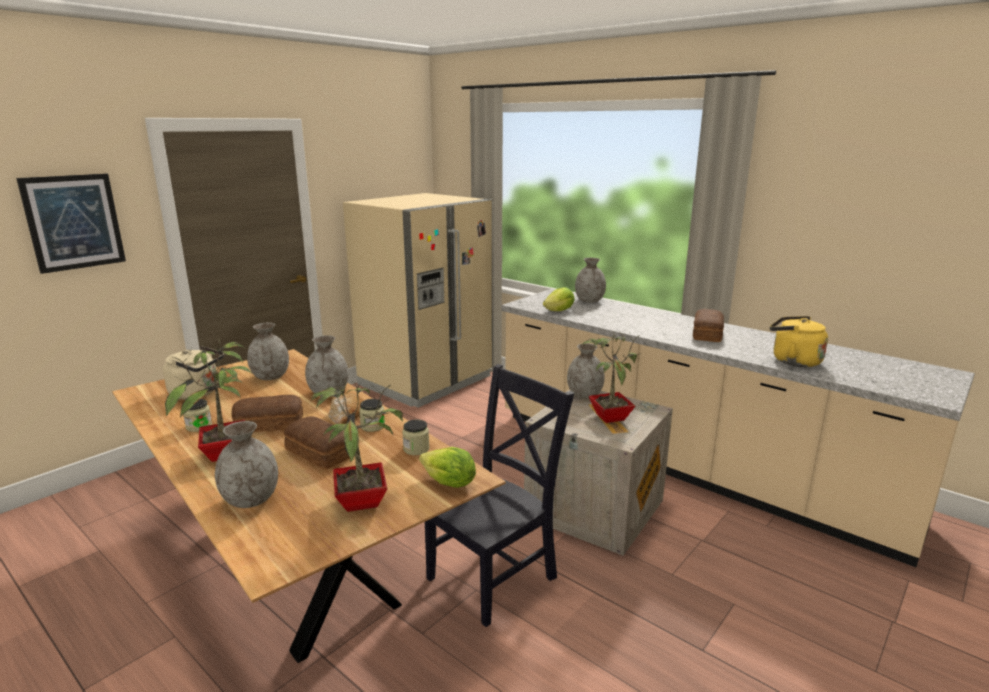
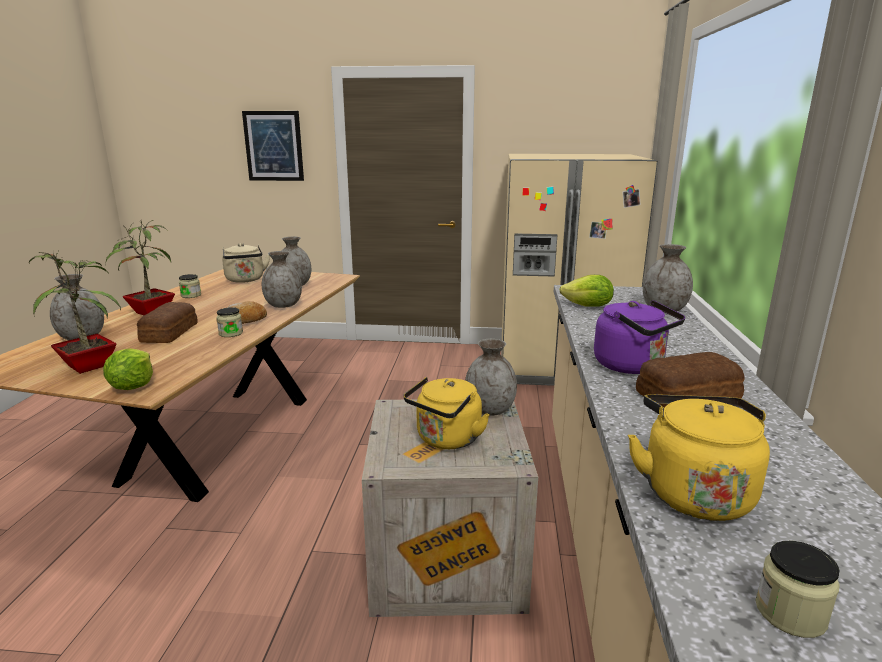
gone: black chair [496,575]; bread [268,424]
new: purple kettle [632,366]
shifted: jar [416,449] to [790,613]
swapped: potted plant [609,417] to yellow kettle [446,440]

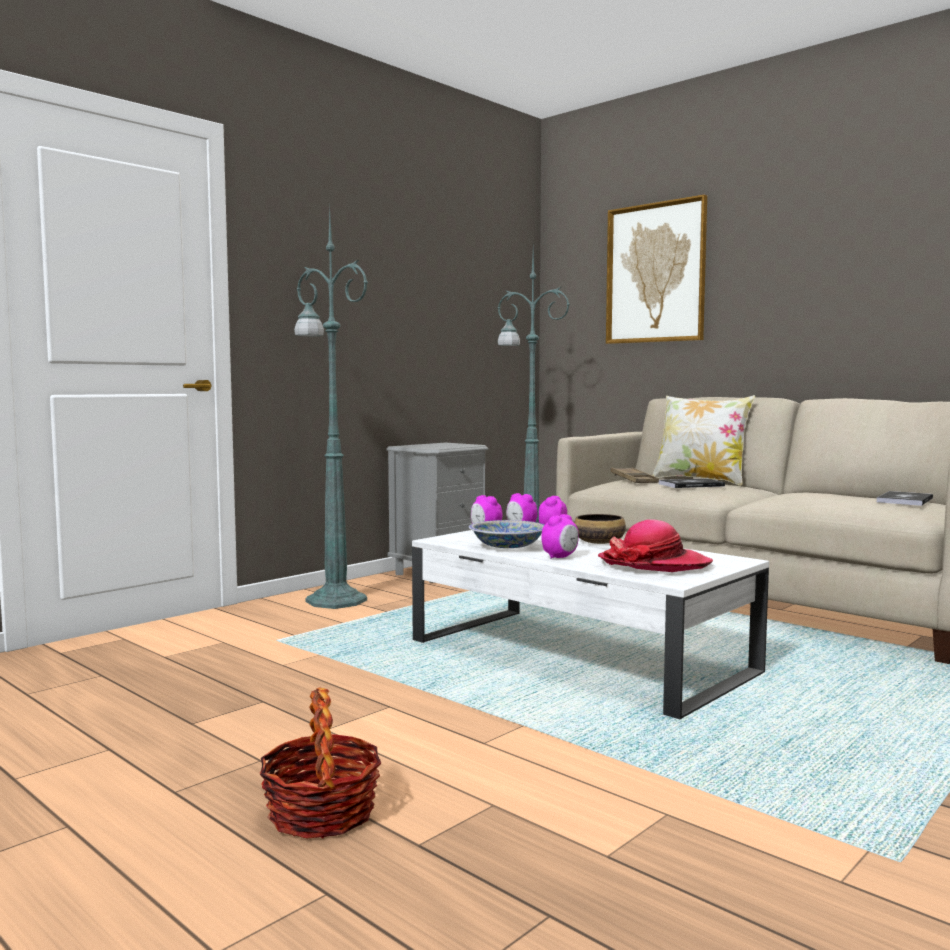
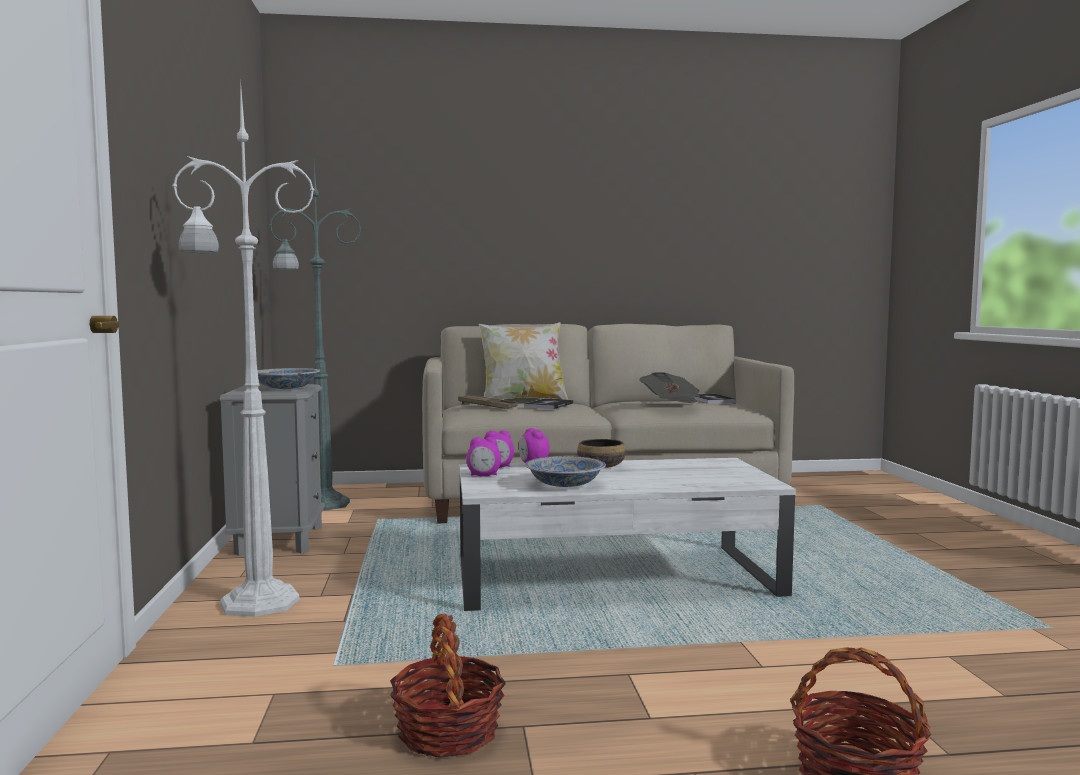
gone: picture [655,273]; alarm clock [560,557]; hat [654,564]
new: bowl [286,388]; newspaper [672,405]; basket [448,732]
repainted: green floor lamp [334,600] to white floor lamp [255,602]

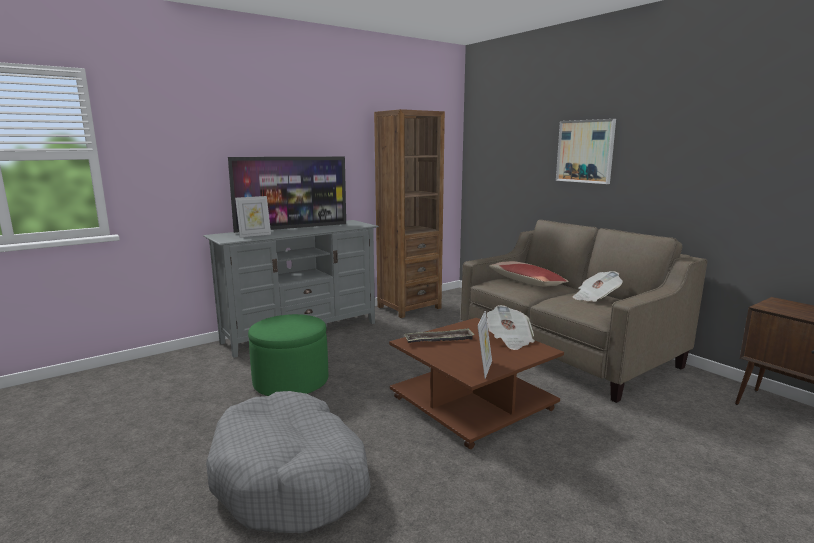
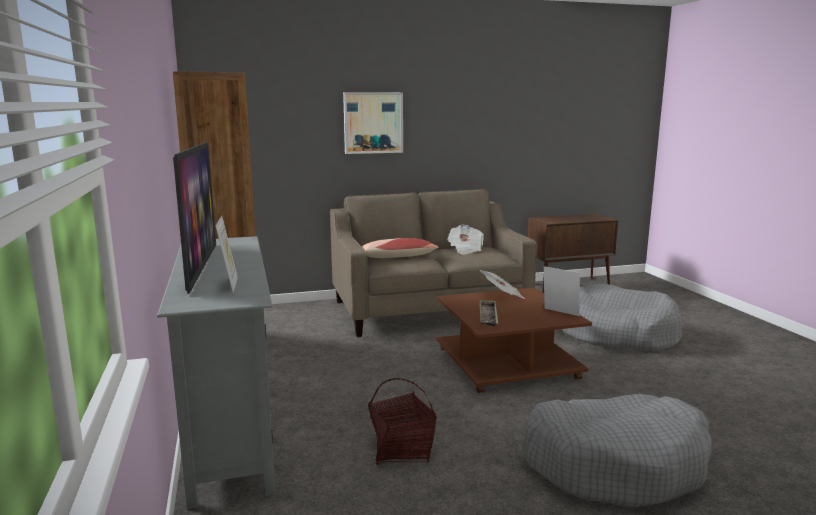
new: grey dog bed [616,333]
swapped: green ottoman [291,382] to basket [401,449]

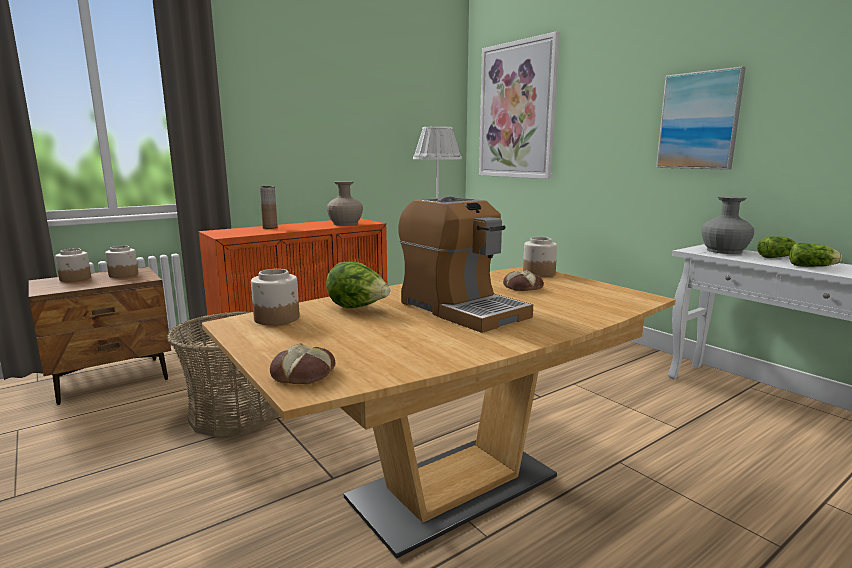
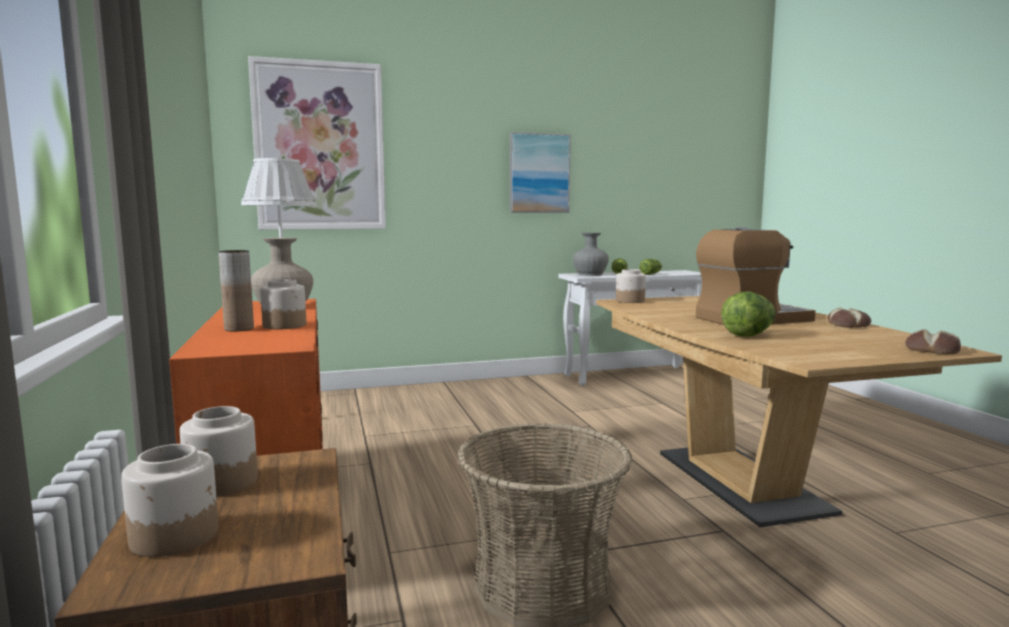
shifted: jar [277,318] to [285,325]; bread [523,287] to [849,325]

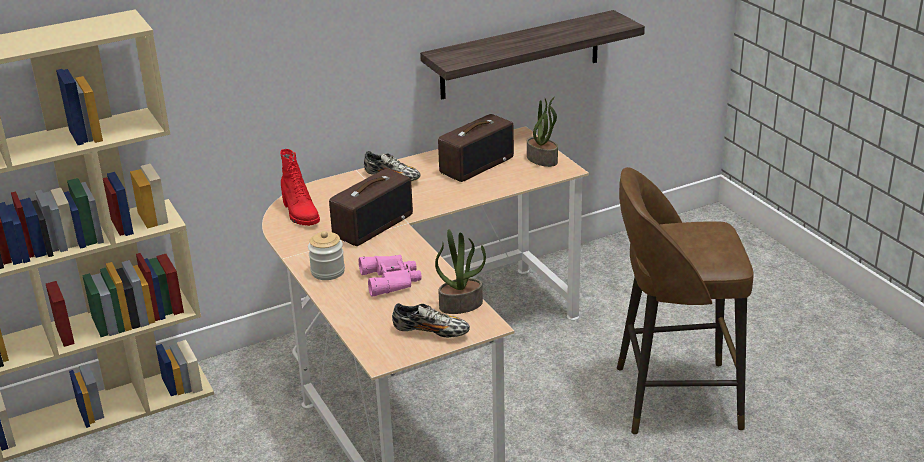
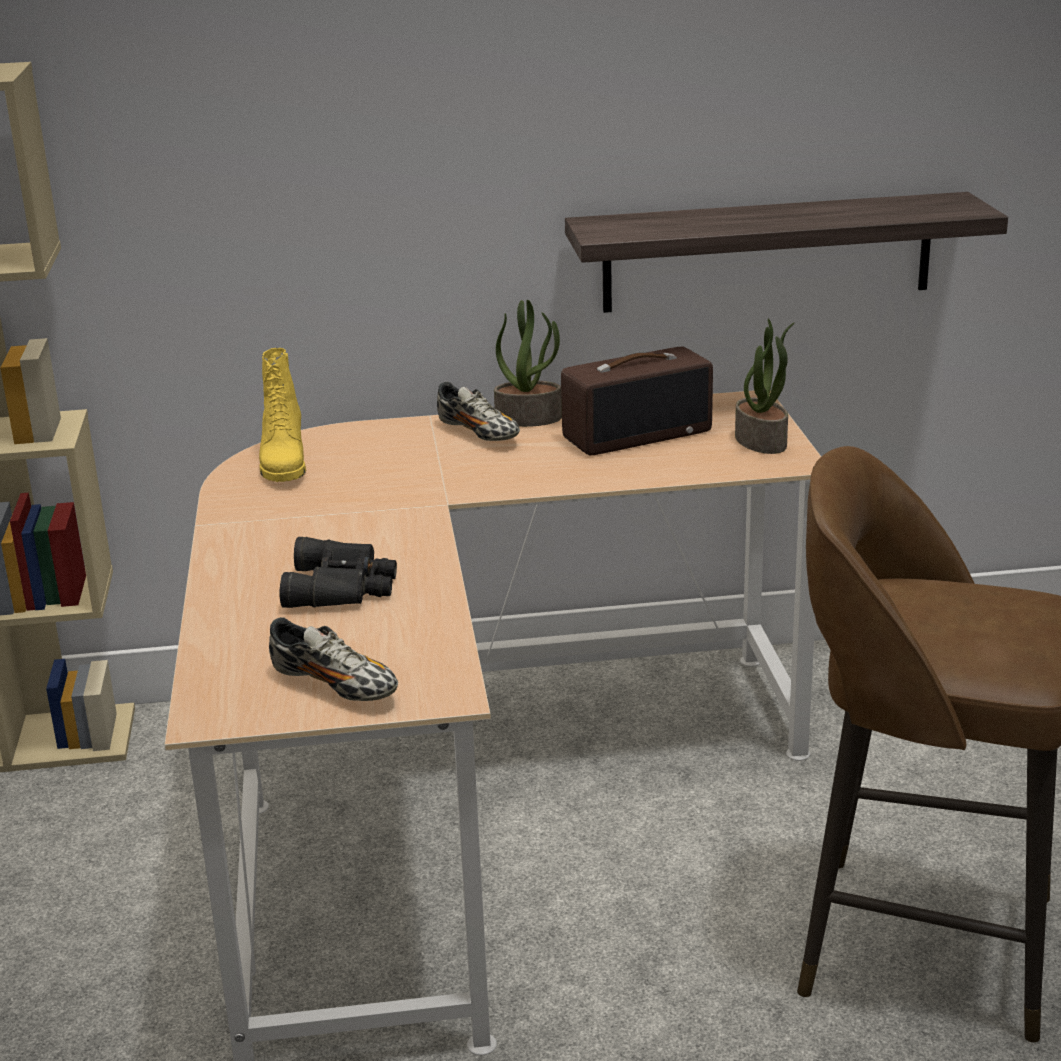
gone: radio [373,225]; jar [328,271]
shifted: potted plant [461,304] to [529,418]
repainted: red boot [299,214] to yellow boot [283,465]; pink binoculars [392,279] to black binoculars [343,587]

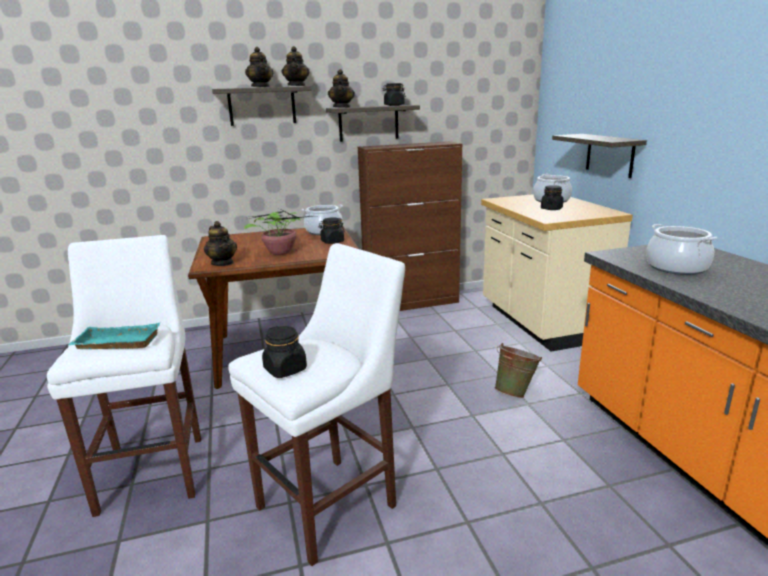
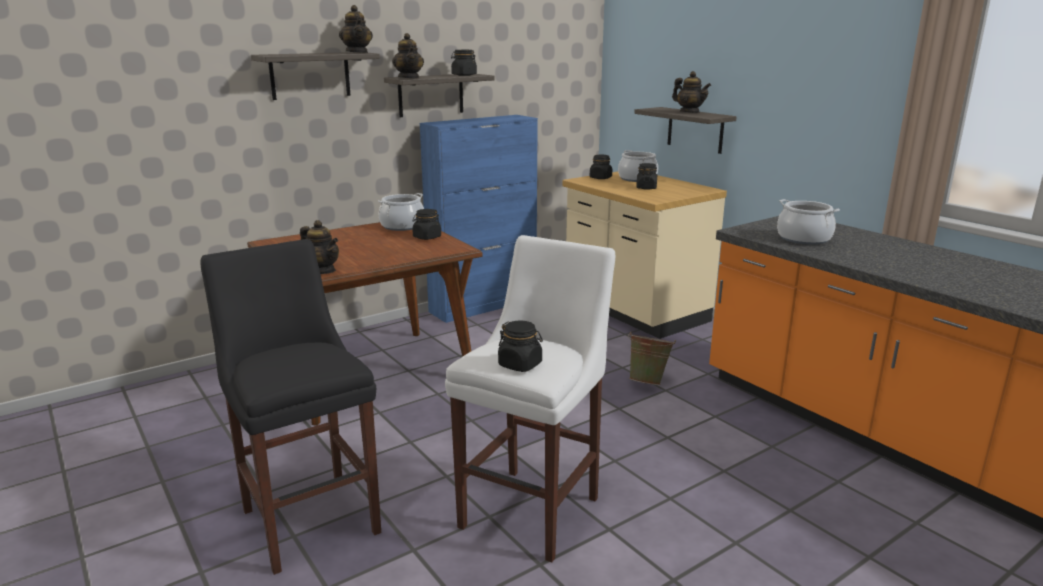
gone: potted plant [280,252]; turquoise tray [115,343]
new: black jar [600,178]
shifted: teapot [261,87] to [689,112]
repainted: brown cabinet [412,303] to blue cabinet [484,305]; white stool [154,469] to black stool [309,517]

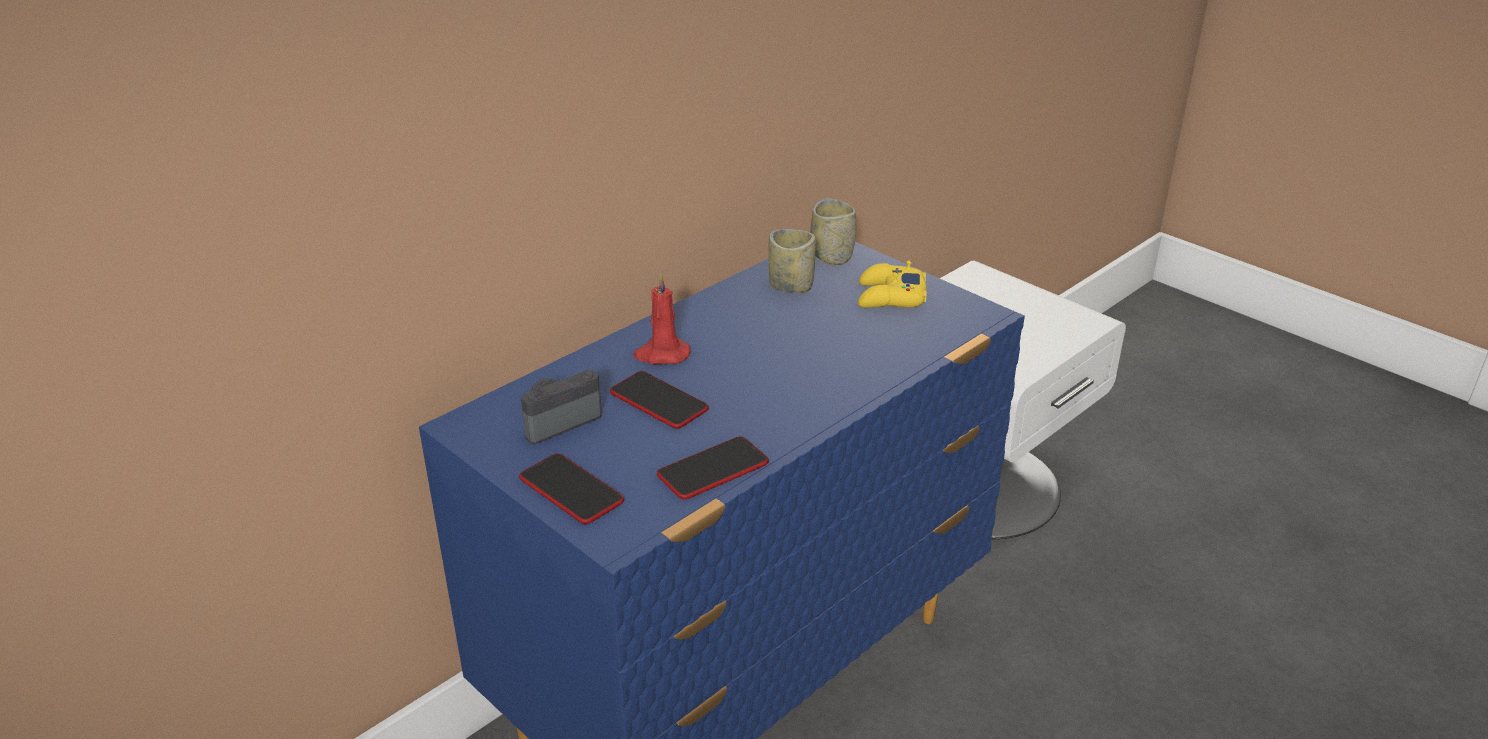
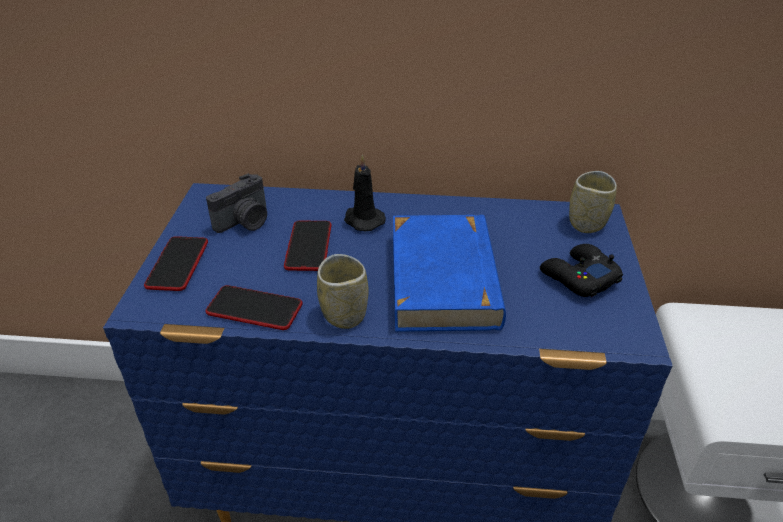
new: blue book [444,278]
shifted: cup [791,286] to [344,314]
repainted: yellow game controller [890,297] to black game controller [578,277]; red candle [661,354] to black candle [363,220]
rotated: photo camera [558,421] = [245,222] 120 degrees clockwise

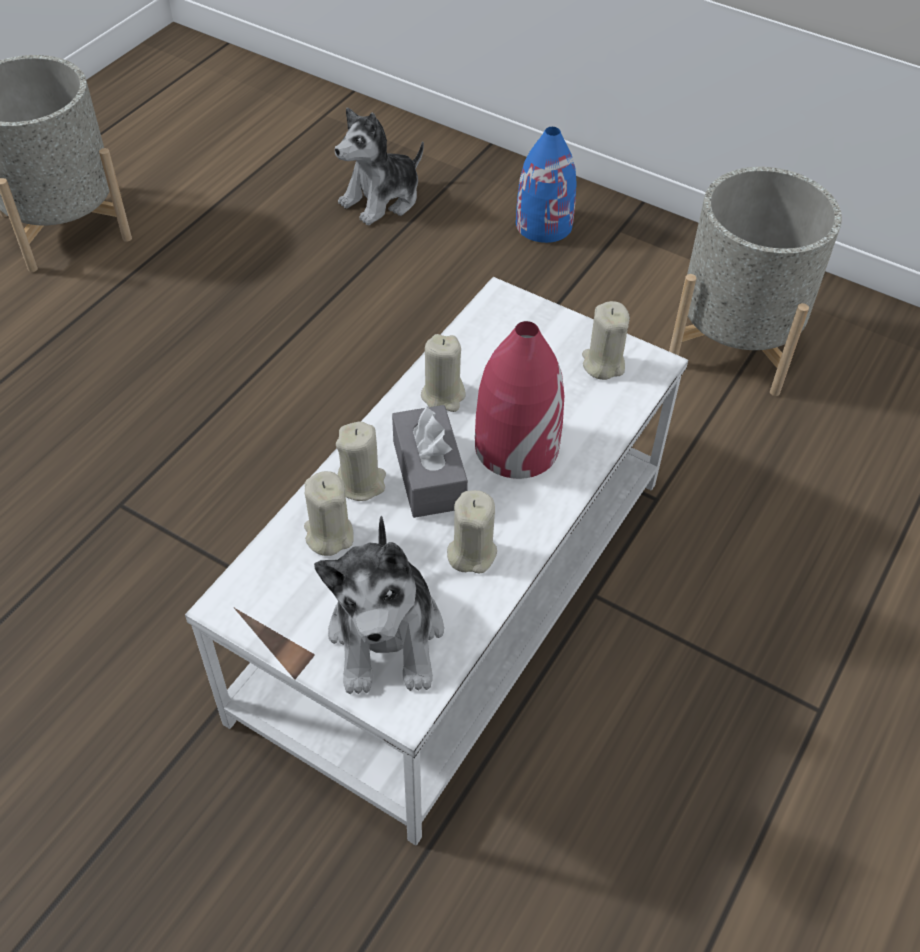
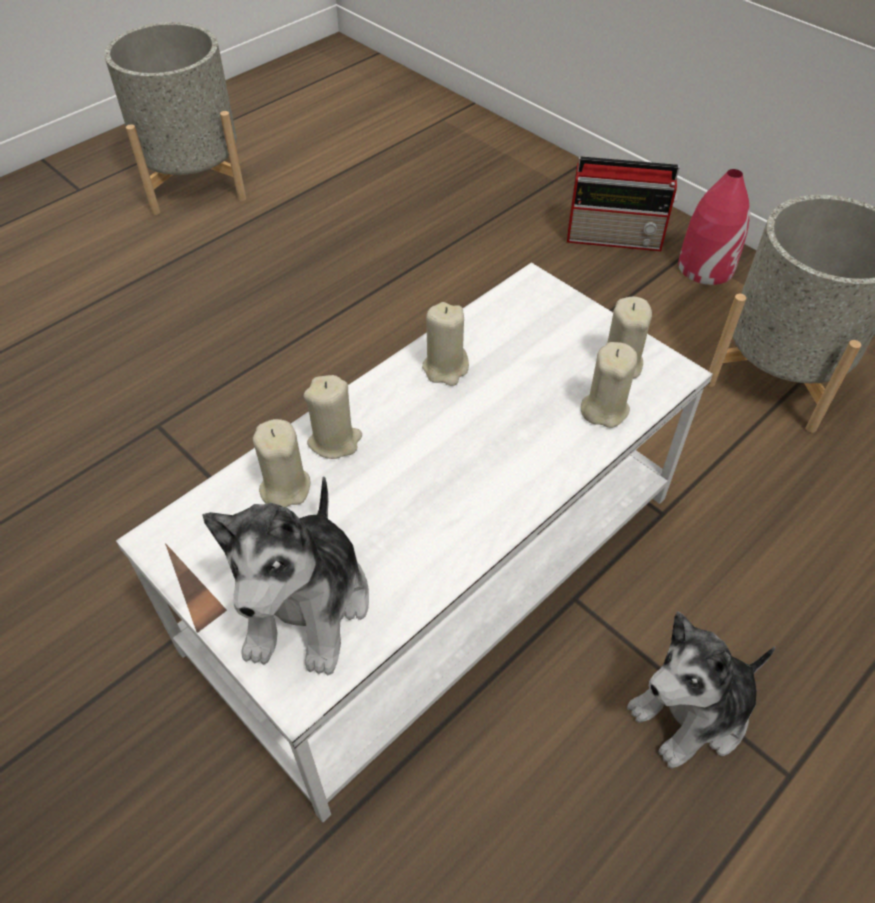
gone: grey tissue box [429,474]
shifted: plush toy [382,199] to [693,712]; red vase [515,447] to [705,267]; beige candle [471,553] to [604,409]
swapped: blue vase [544,224] to radio [616,237]

